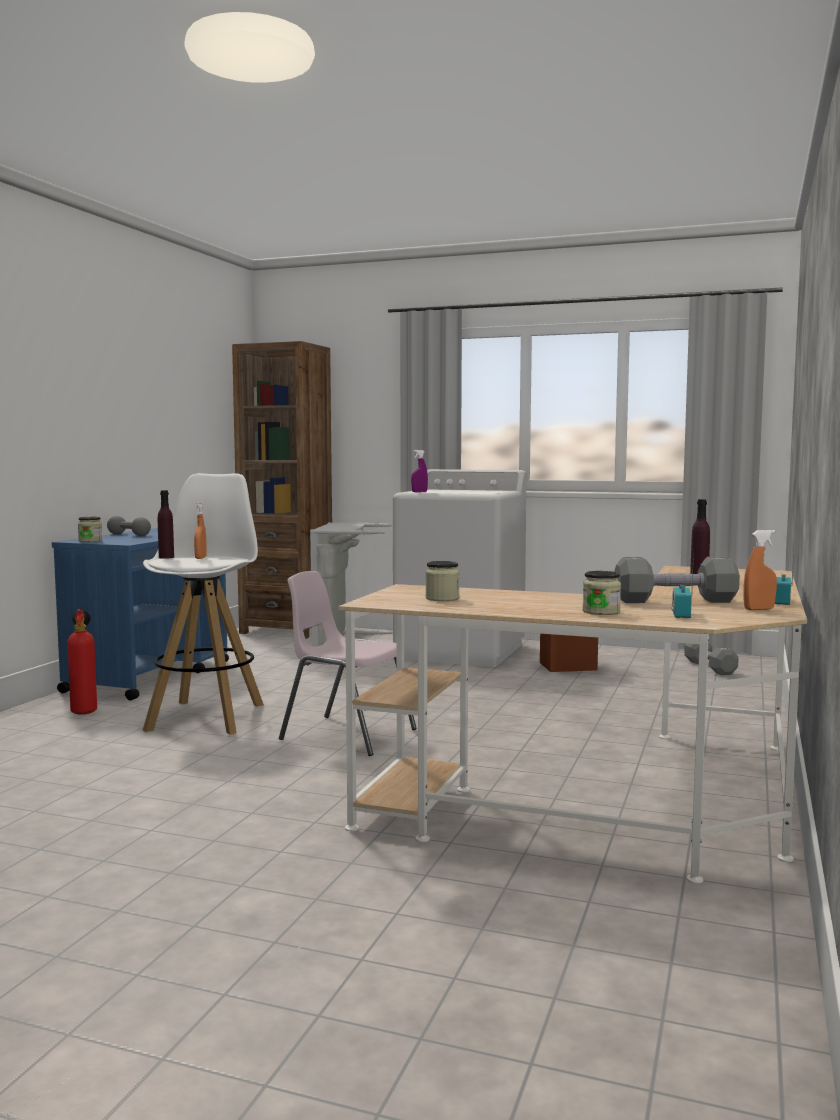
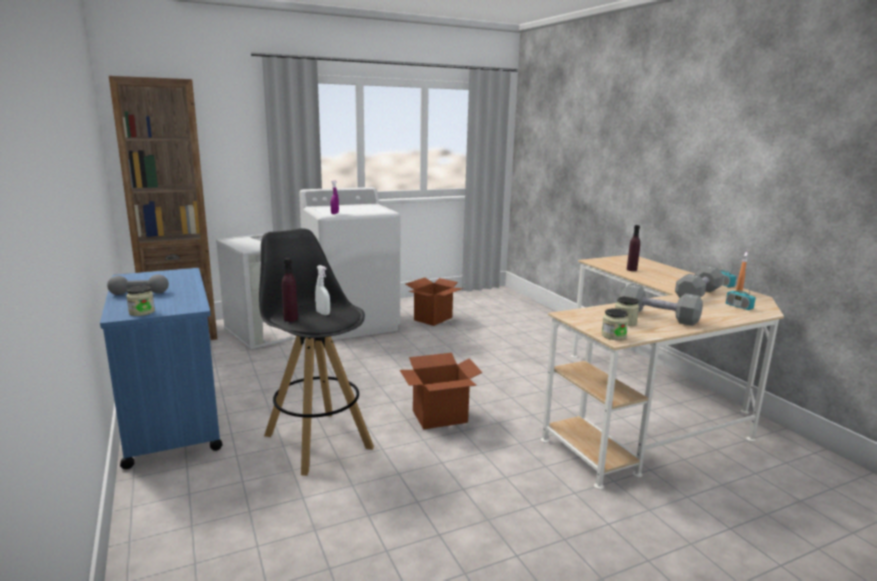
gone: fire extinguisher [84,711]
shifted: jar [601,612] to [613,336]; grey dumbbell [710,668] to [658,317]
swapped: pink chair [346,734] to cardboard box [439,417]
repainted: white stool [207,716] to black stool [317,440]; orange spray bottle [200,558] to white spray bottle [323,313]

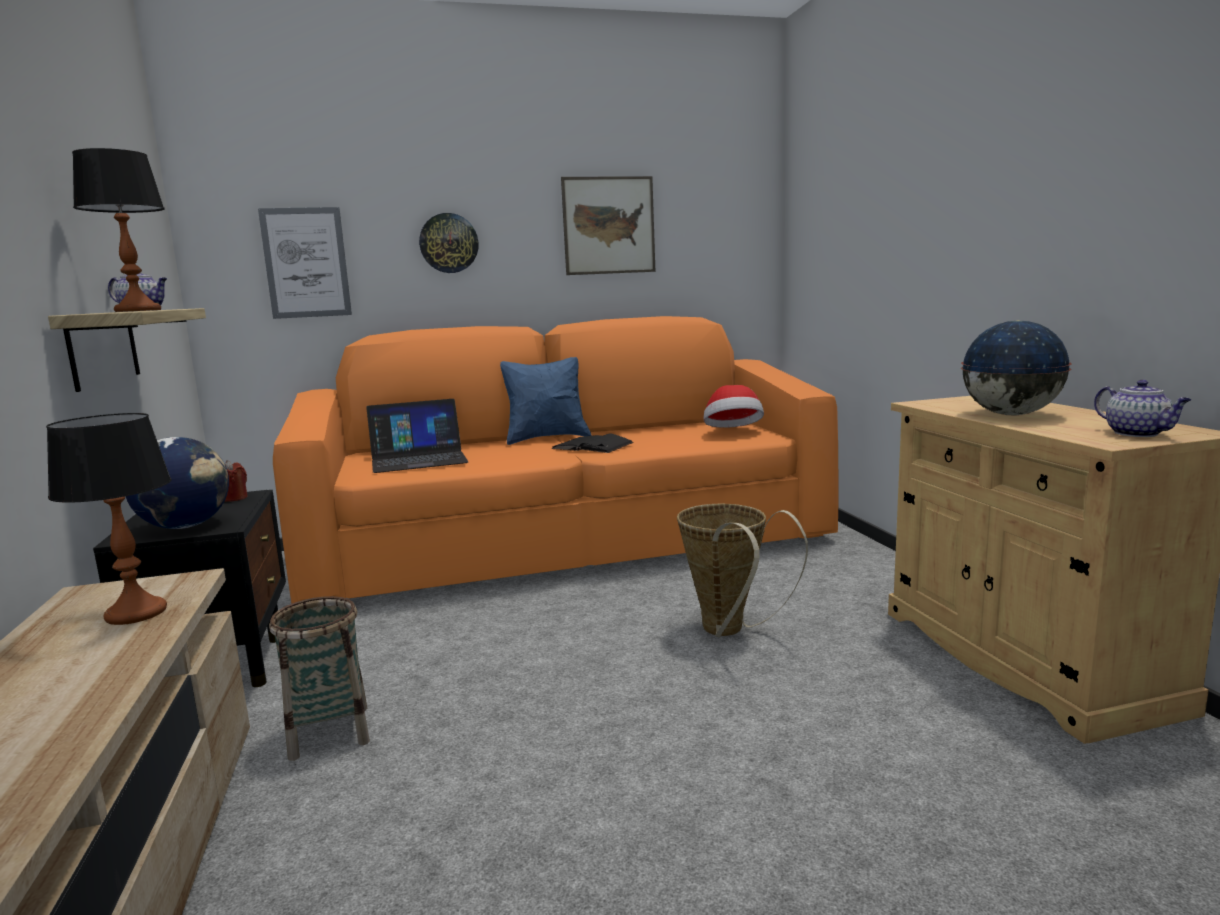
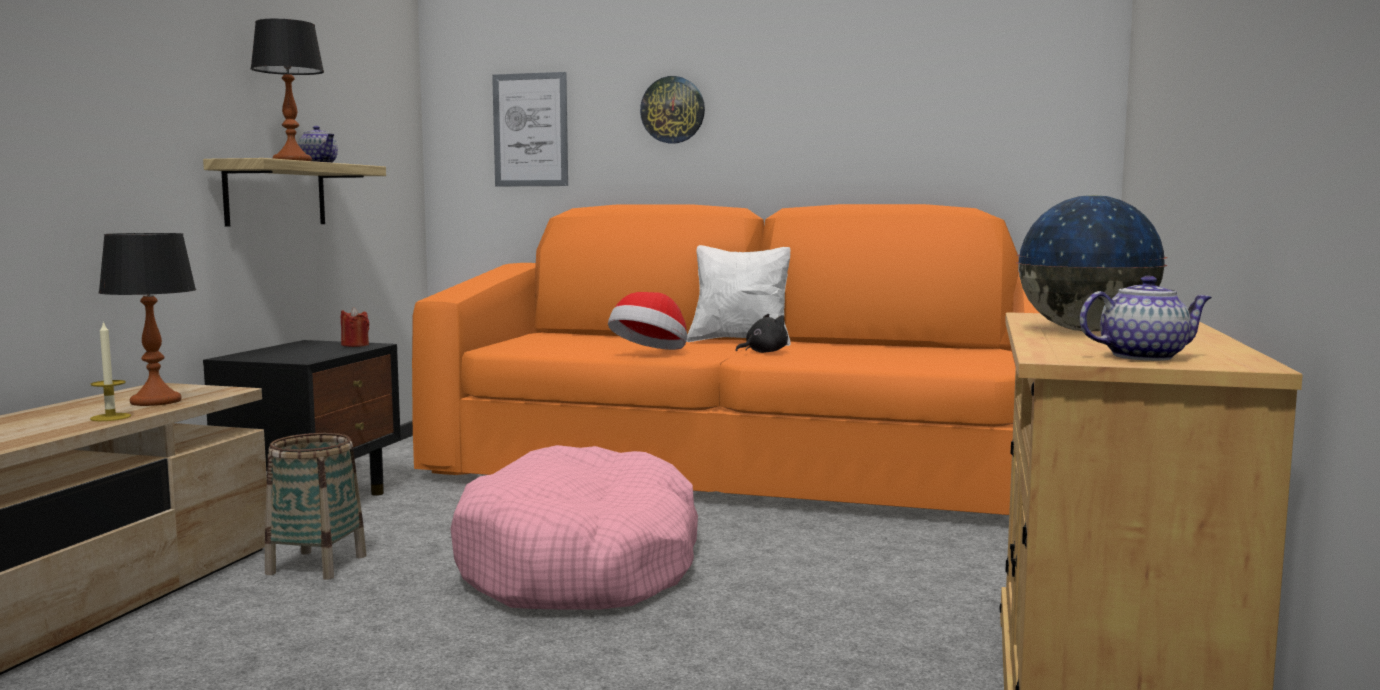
gone: picture [609,225]; laptop [418,459]; globe [186,526]; basket [729,632]
new: candle [110,417]; pink dog bed [581,565]
shifted: hat [733,431] to [650,353]
swapped: black book [592,446] to black plush toy [763,352]
repainted: blue pillow [547,438] to white pillow [741,342]
rotated: teapot [1138,434] = [1144,356] 105 degrees counterclockwise

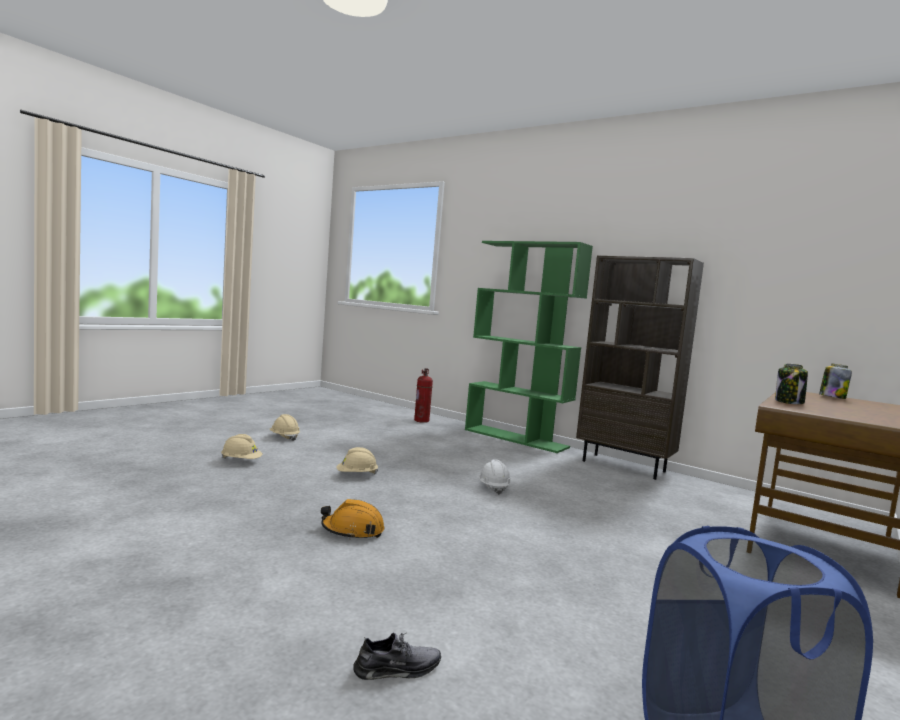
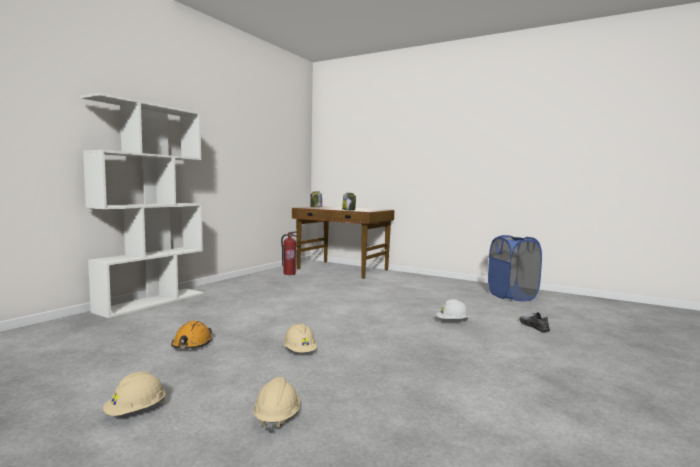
gone: brown bookcase [624,466]
shifted: fire extinguisher [422,420] to [289,273]; white hard hat [493,488] to [452,321]; orange hard hat [352,531] to [192,344]
repainted: green bookcase [516,438] to white bookcase [152,302]

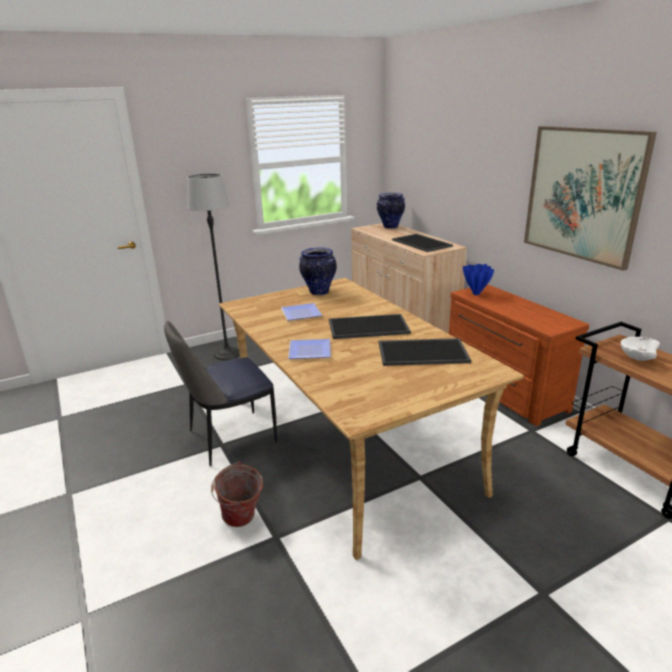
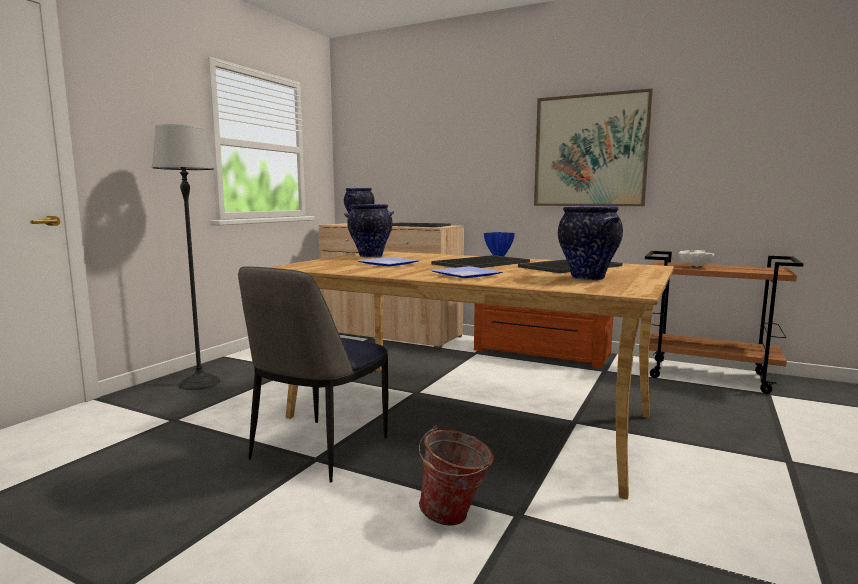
new: vase [586,278]

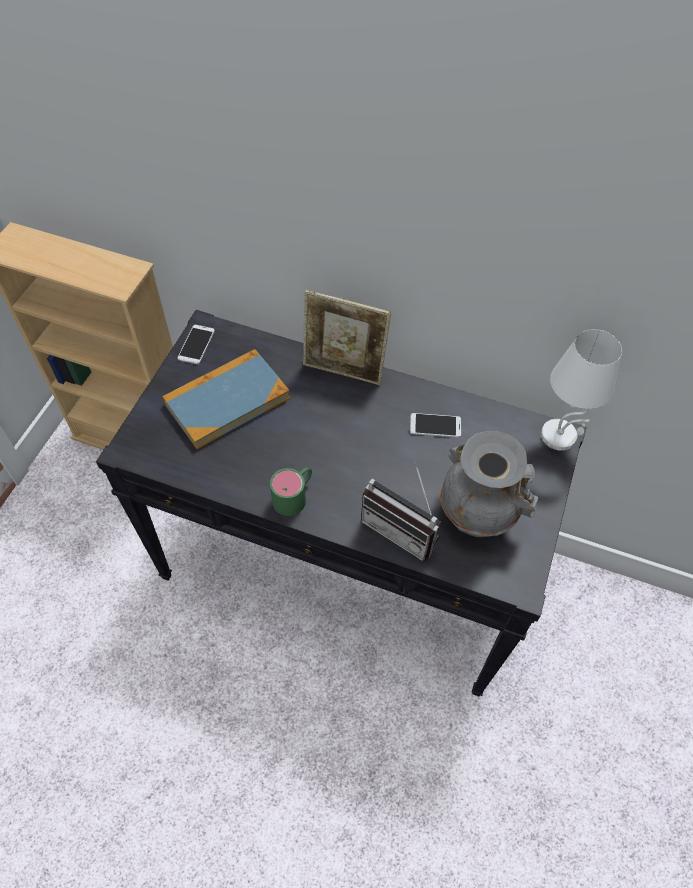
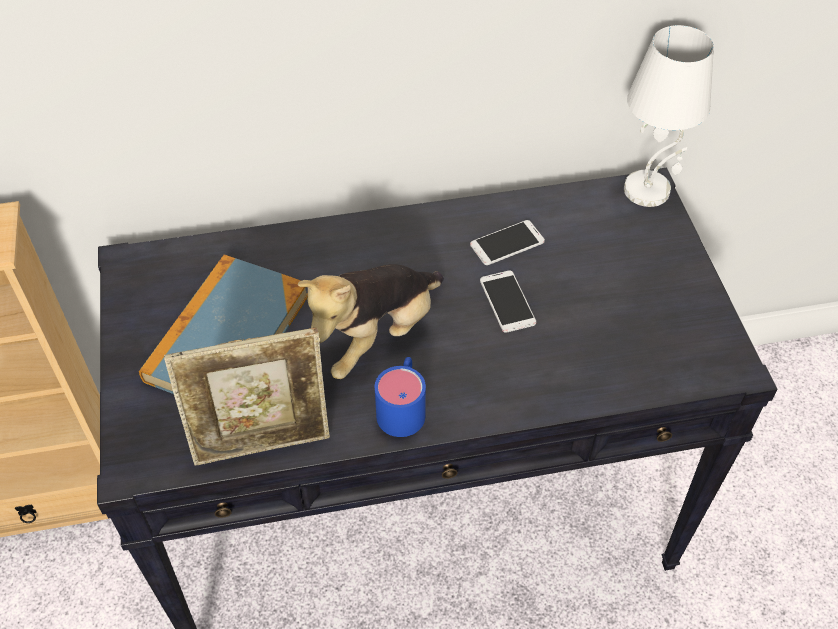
gone: grey vase [477,514]; radio [403,529]
new: plush toy [375,336]
shifted: picture frame [343,371] to [263,444]; phone [196,344] to [507,302]
repainted: green mug [294,496] to blue mug [403,406]

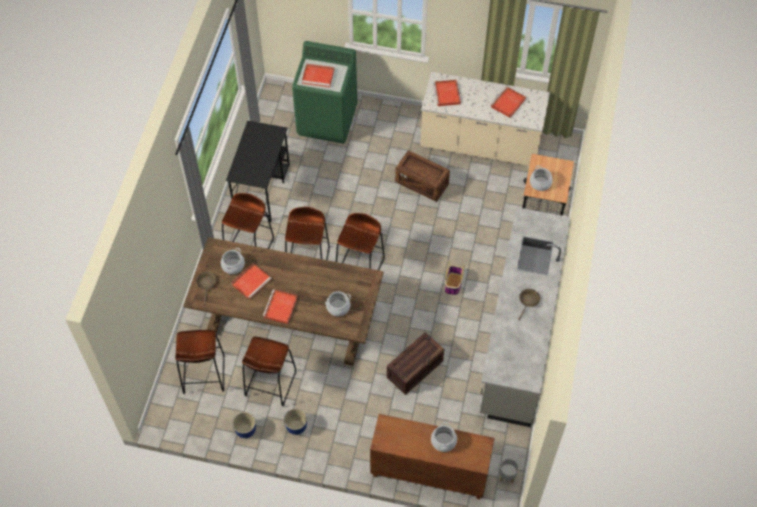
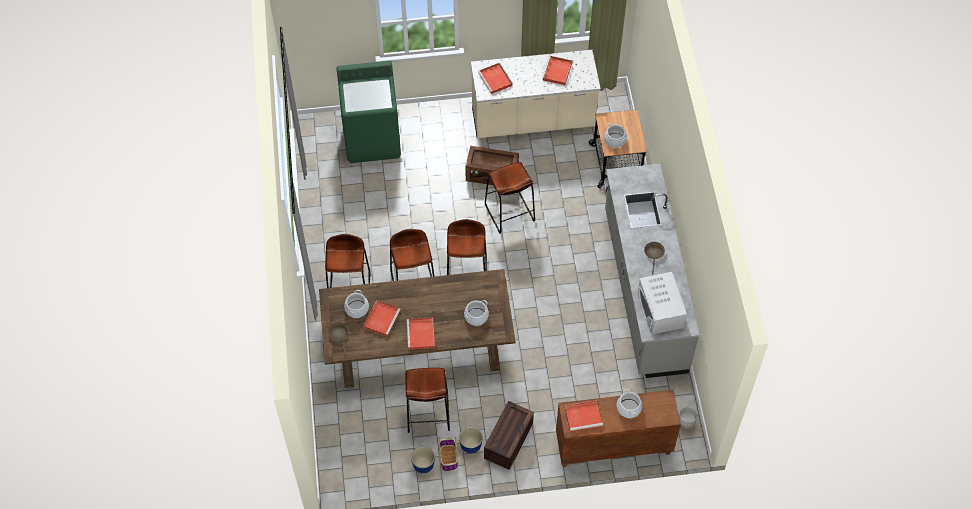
gone: black desk [262,189]
new: white microwave [660,310]
shifted: red tray [318,76] to [584,416]; basket [453,284] to [448,458]; brown stool [203,374] to [509,213]; crate [415,370] to [509,442]

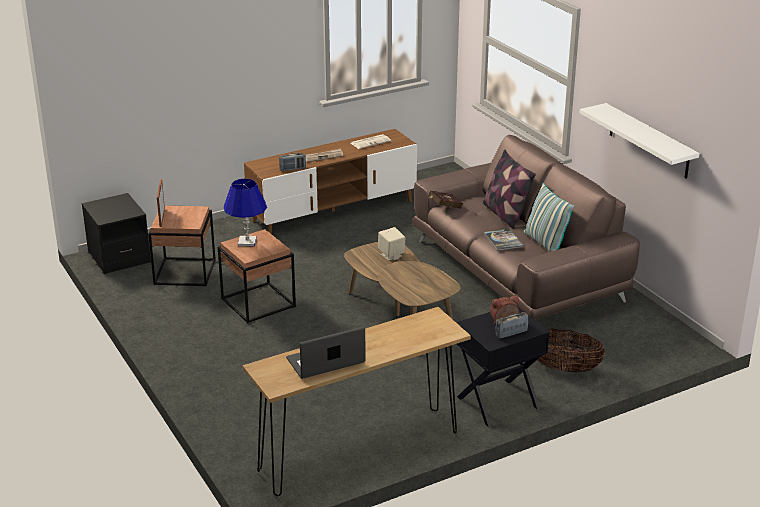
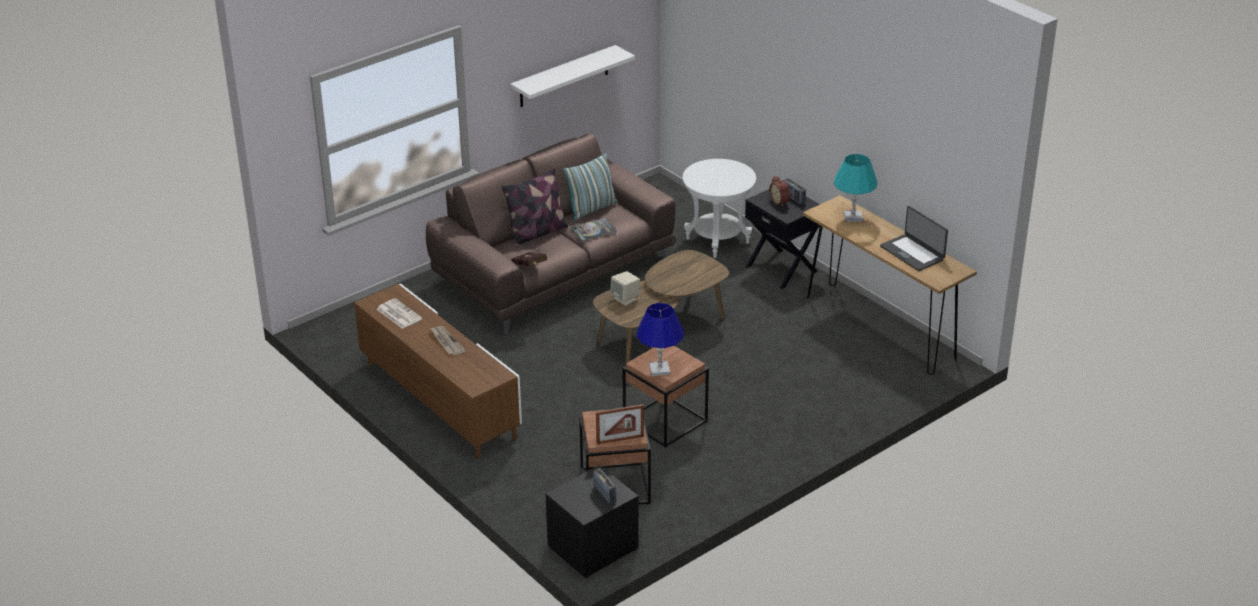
new: turquoise table lamp [853,217]
shifted: radio [292,169] to [605,494]
swapped: basket [564,368] to white side table [717,240]

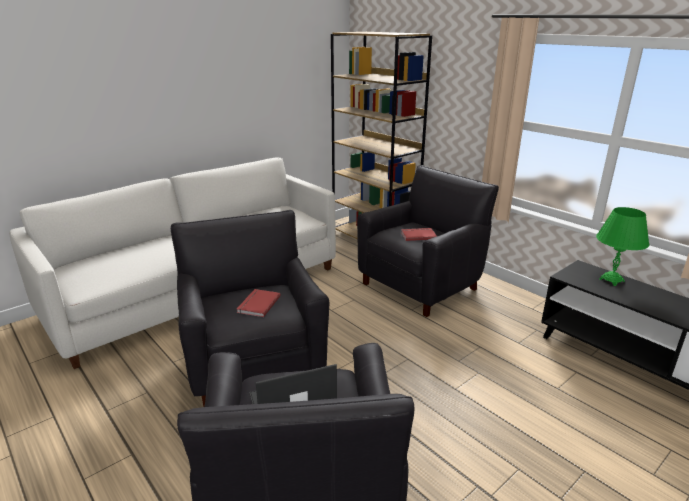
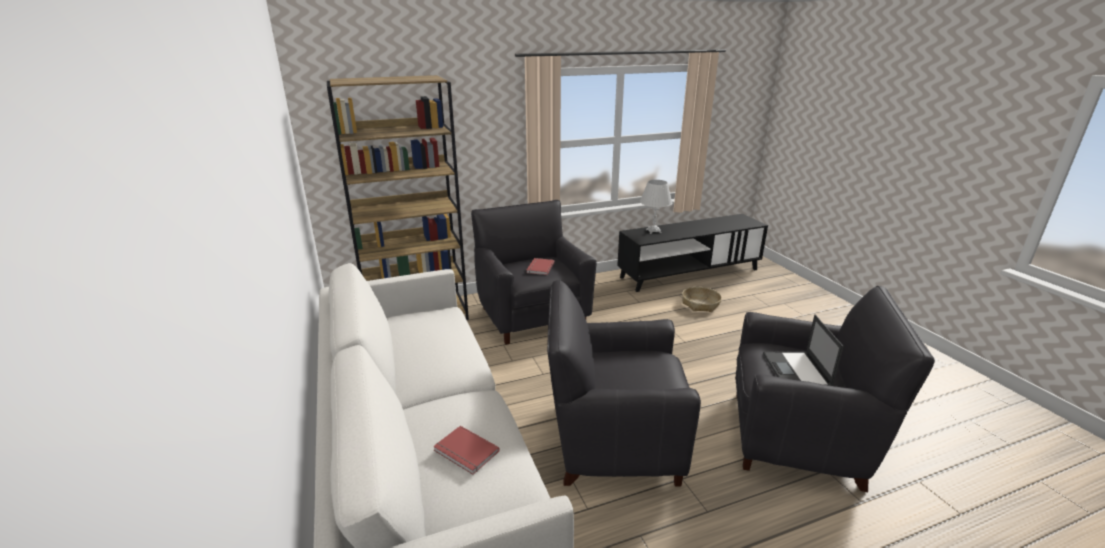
new: basket [700,304]
shifted: red book [257,304] to [465,452]
repainted: green table lamp [611,280] to white table lamp [653,231]

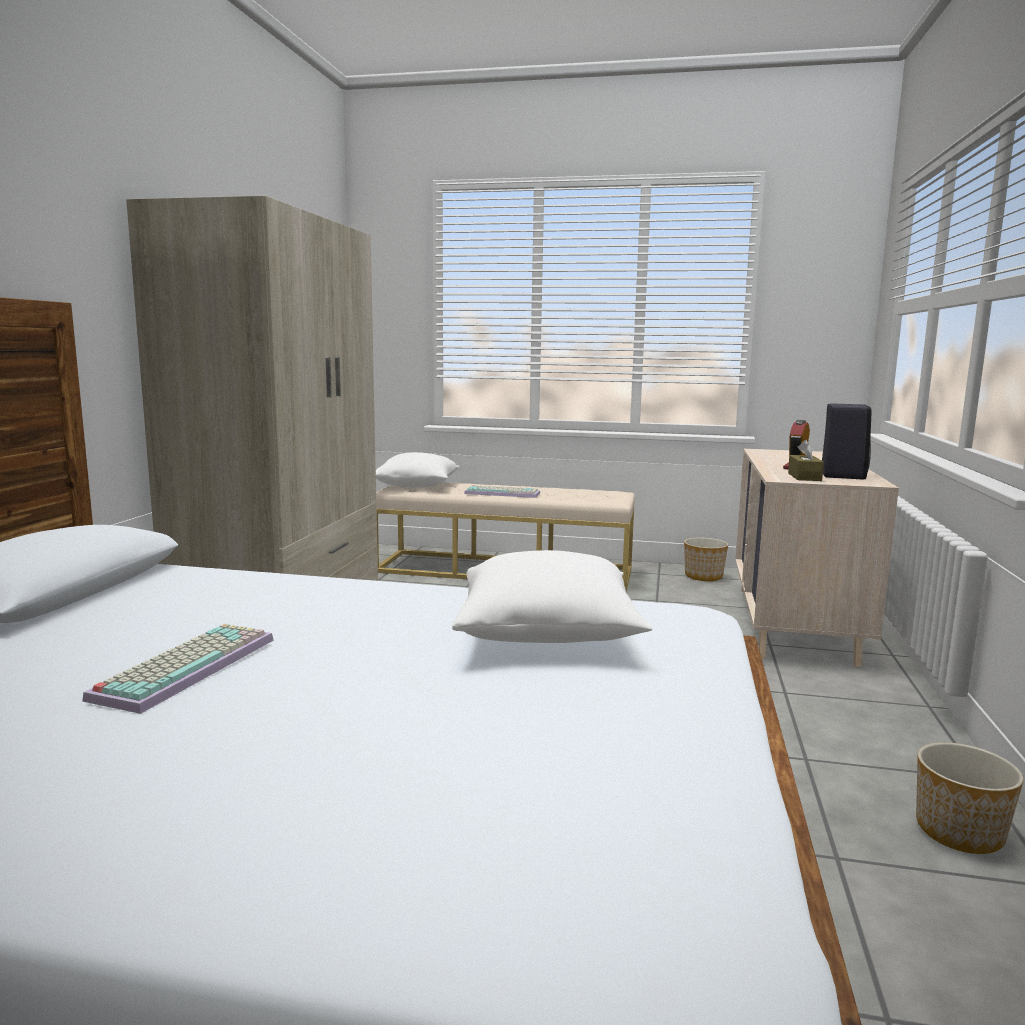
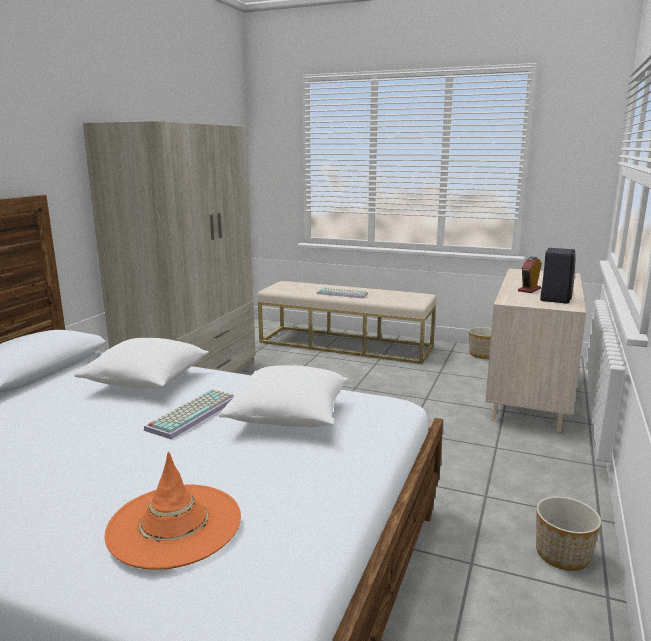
gone: brown tissue box [804,477]
new: orange hat [174,525]
shifted: white pillow [417,487] to [148,382]; keyboard [186,666] to [192,413]

